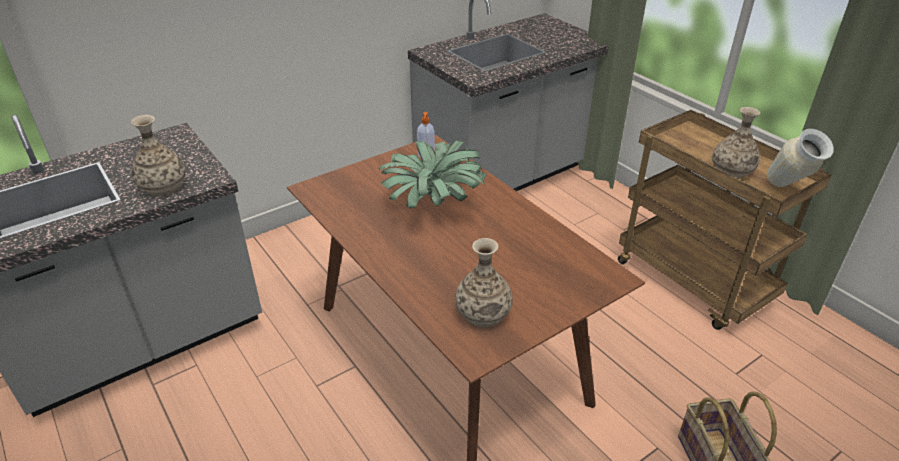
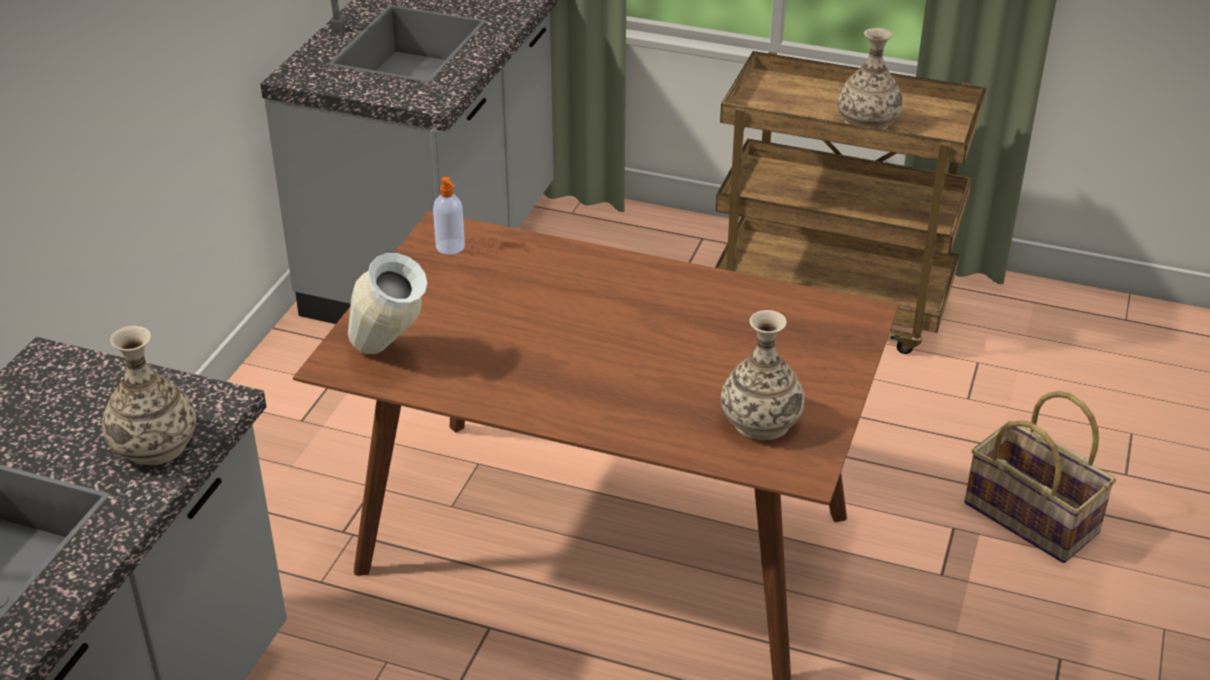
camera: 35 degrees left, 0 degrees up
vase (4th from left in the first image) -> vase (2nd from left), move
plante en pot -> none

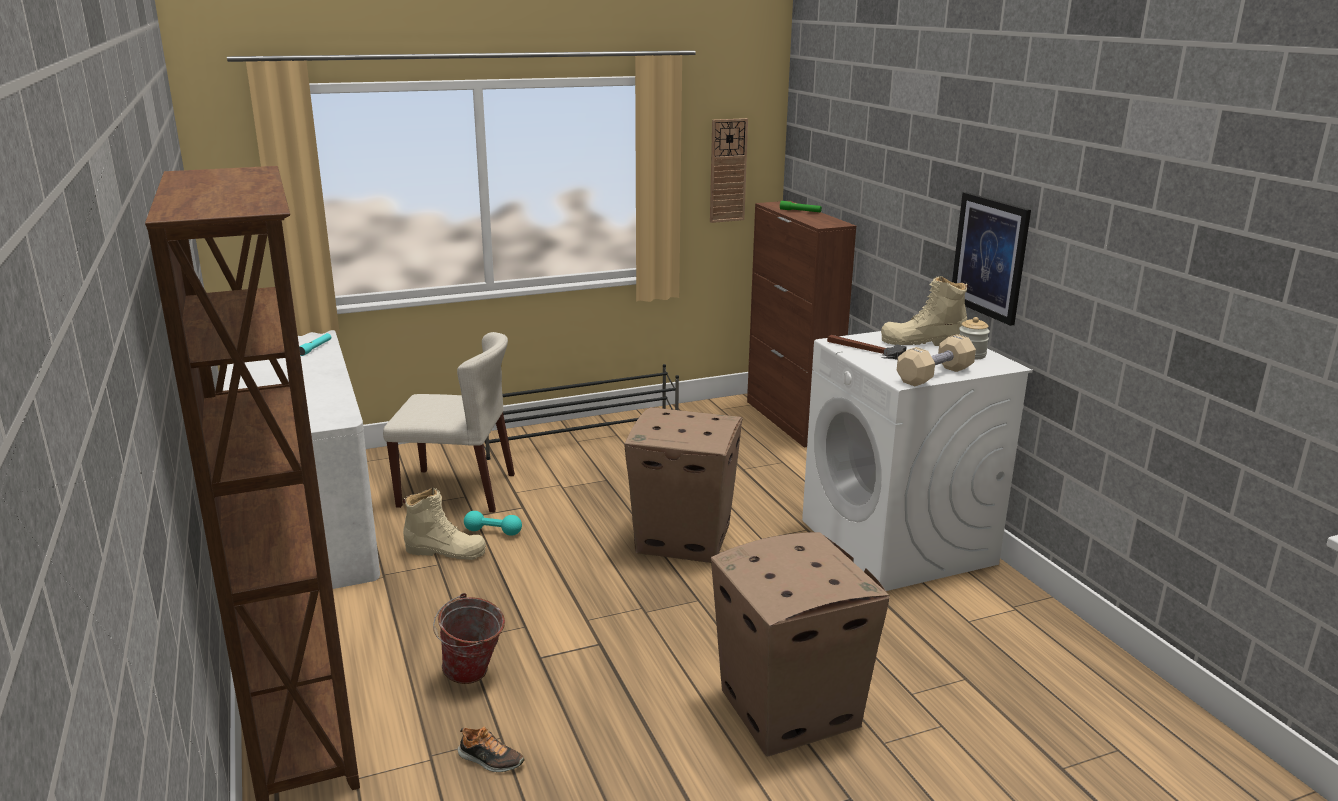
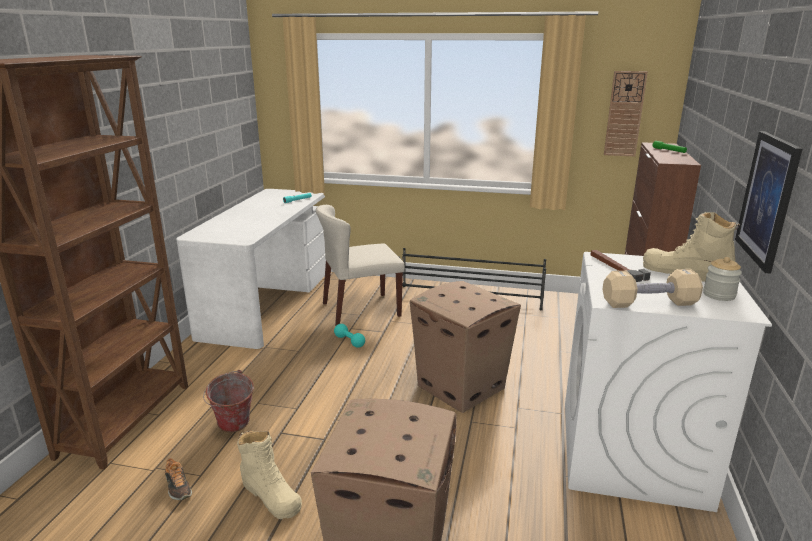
camera: 35 degrees right, 0 degrees up
botte/beige (1st from left), move
chaise/beige, 120 degrees clockwise

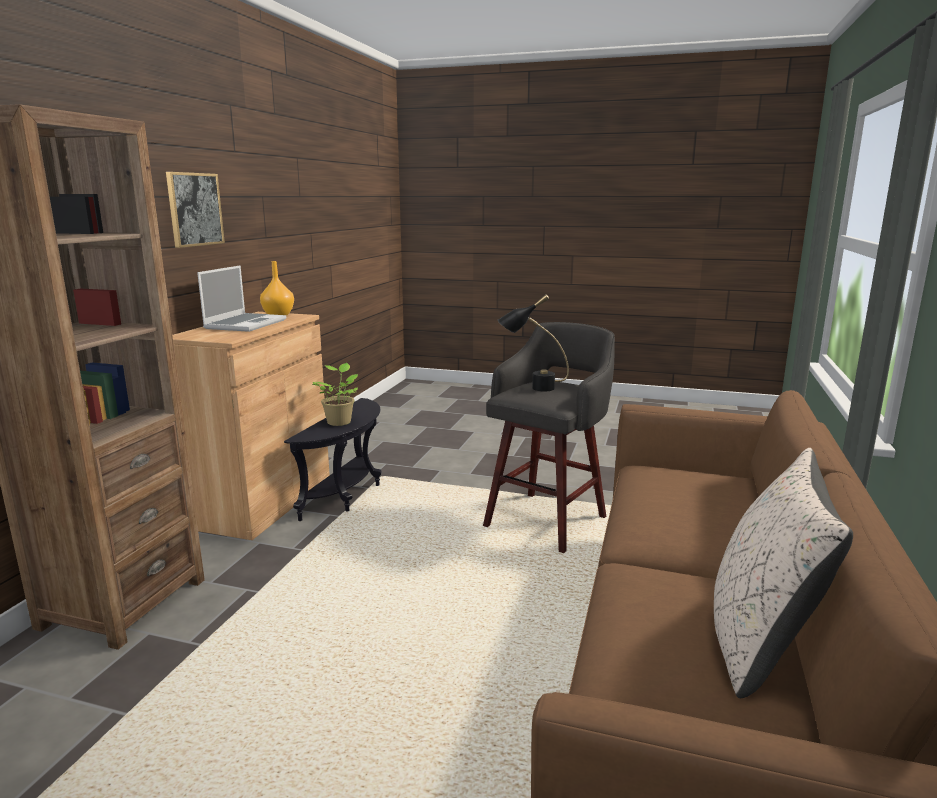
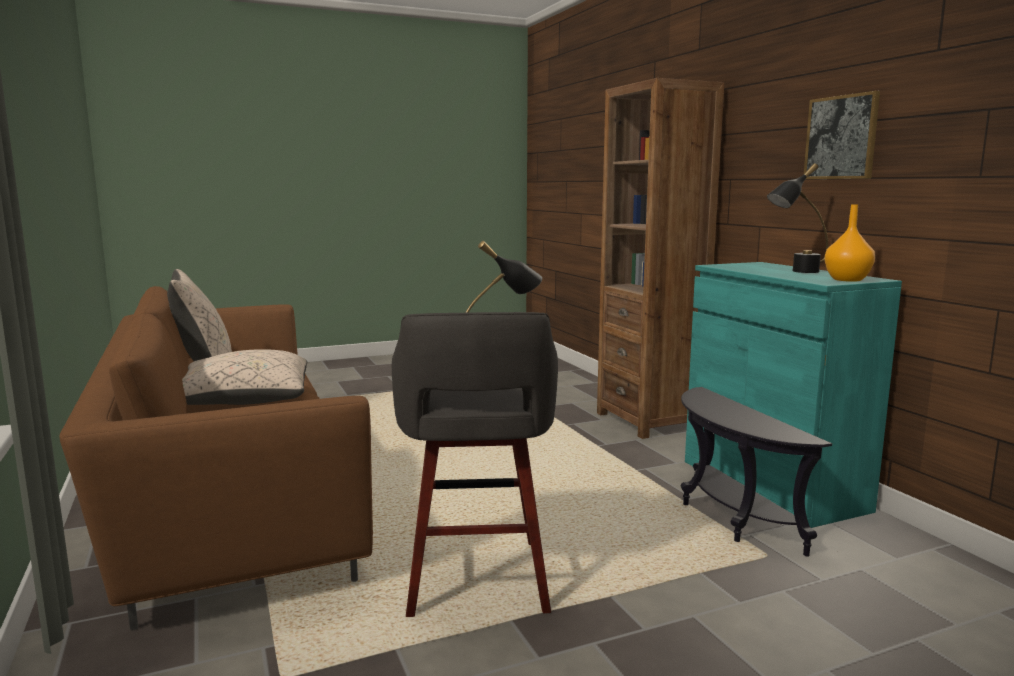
camera: 140 degrees right, 5 degrees down
none -> coussin/beige (2nd from left)
meuble de rangement/marron -> meuble de rangement/turquoise
ordinateur portable -> lampe de table/noir (2nd from left)
plante en pot -> none

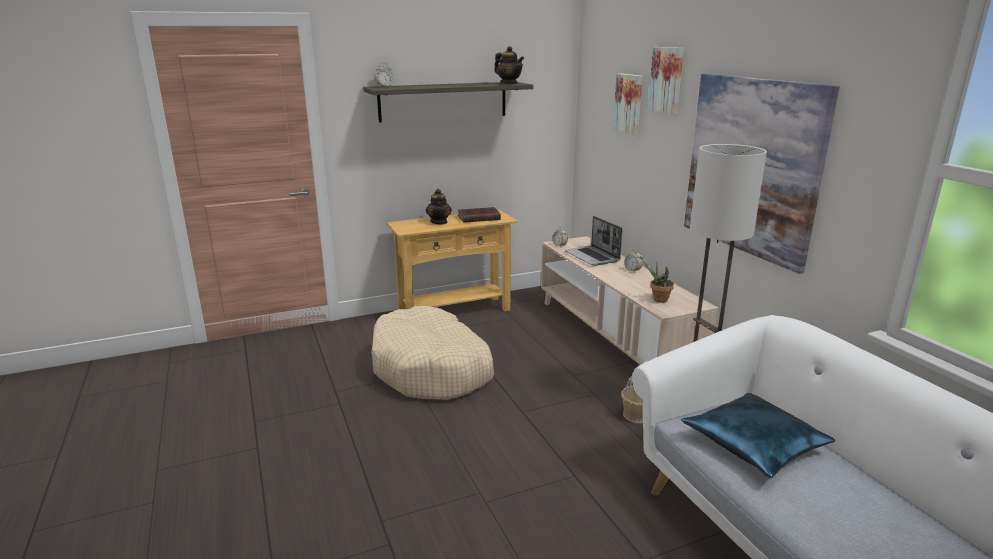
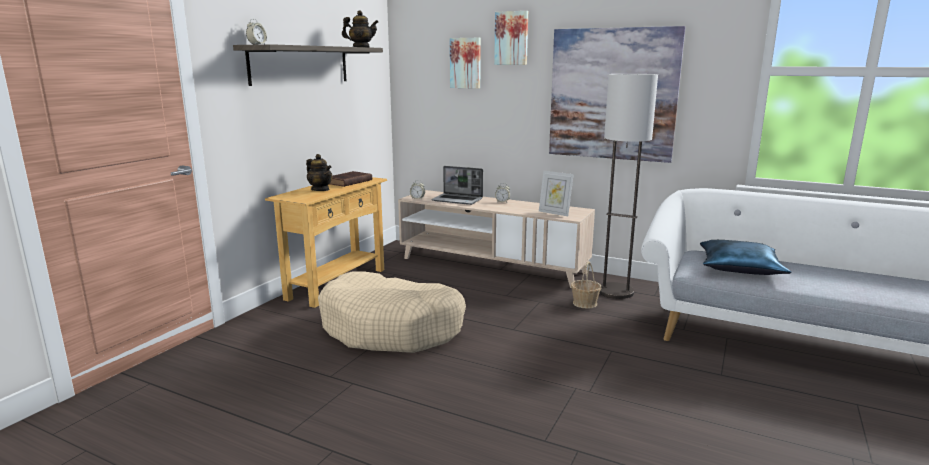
camera: 40 degrees left, 5 degrees down
plante en pot -> cadre photo

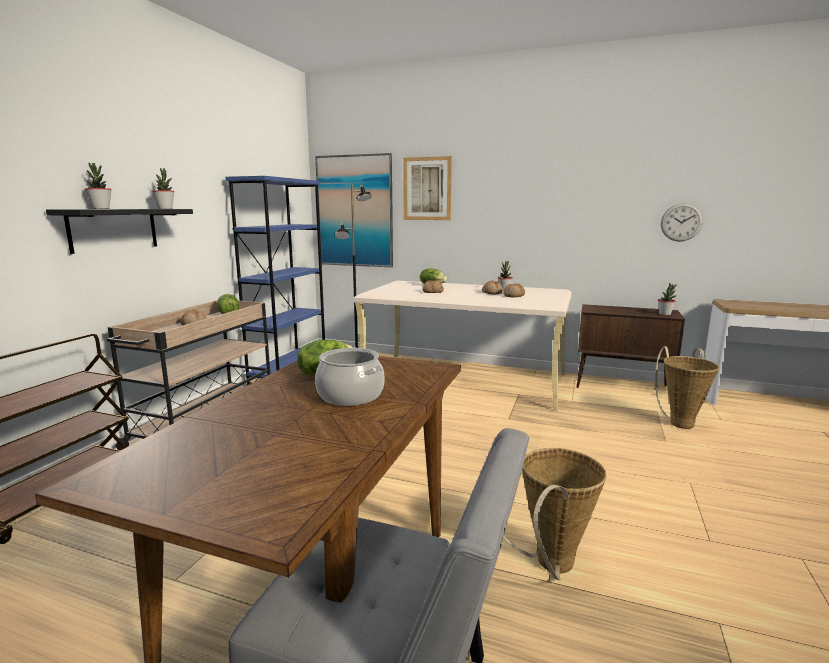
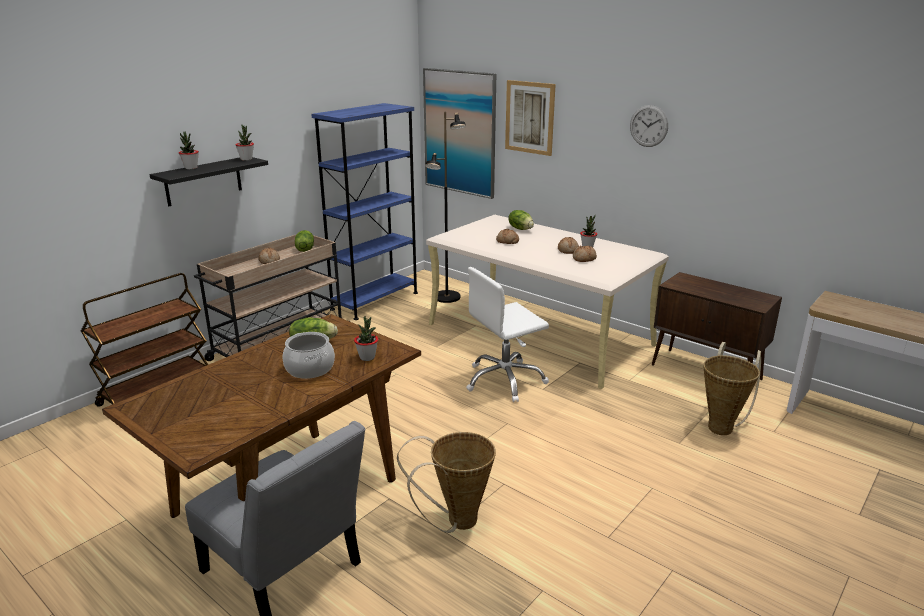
camera: 20 degrees right, 10 degrees up
plante en pot (4th from left in the first image) -> plante en pot (3rd from left), move
none -> chaise de bureau/blanc
horloge murale, move

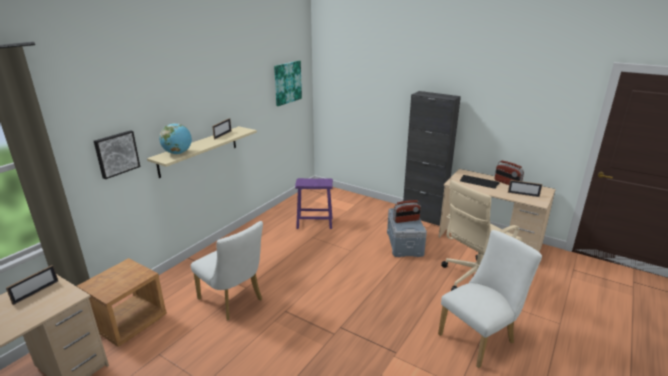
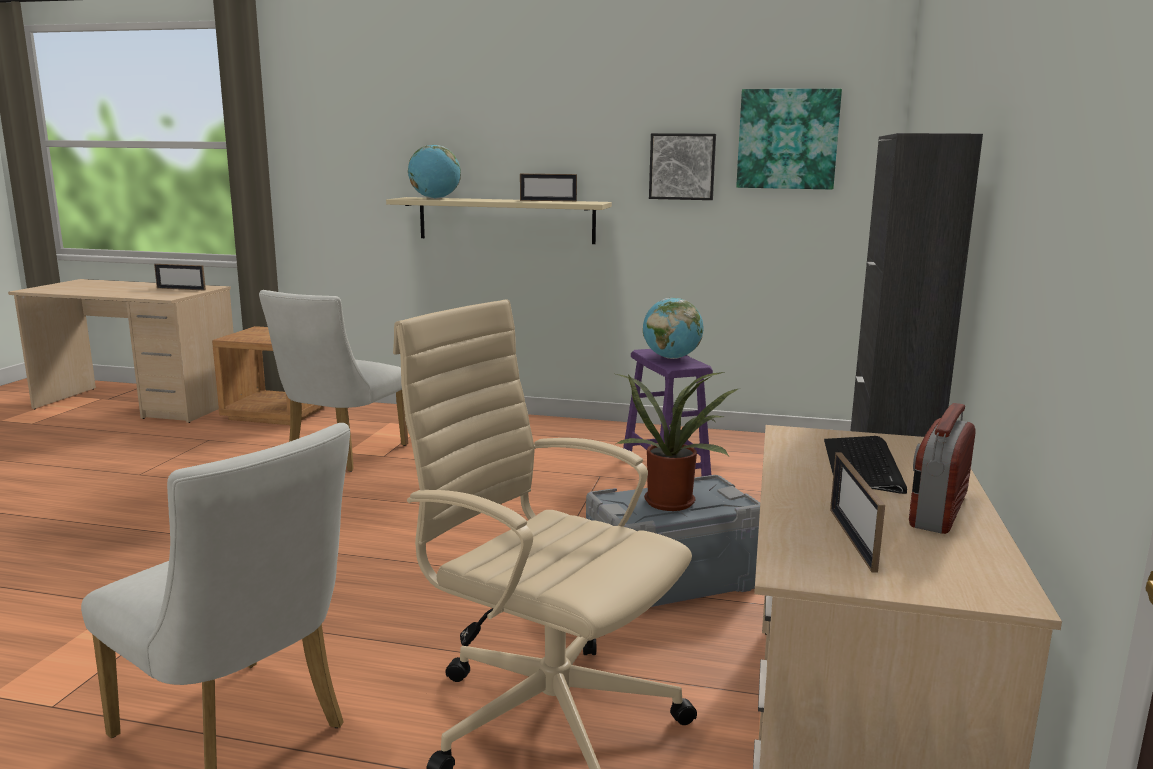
camera: 70 degrees right, 10 degrees down
radio (1st from left) -> plante en pot
none -> globe (2nd from left)
tableau (1st from left), move

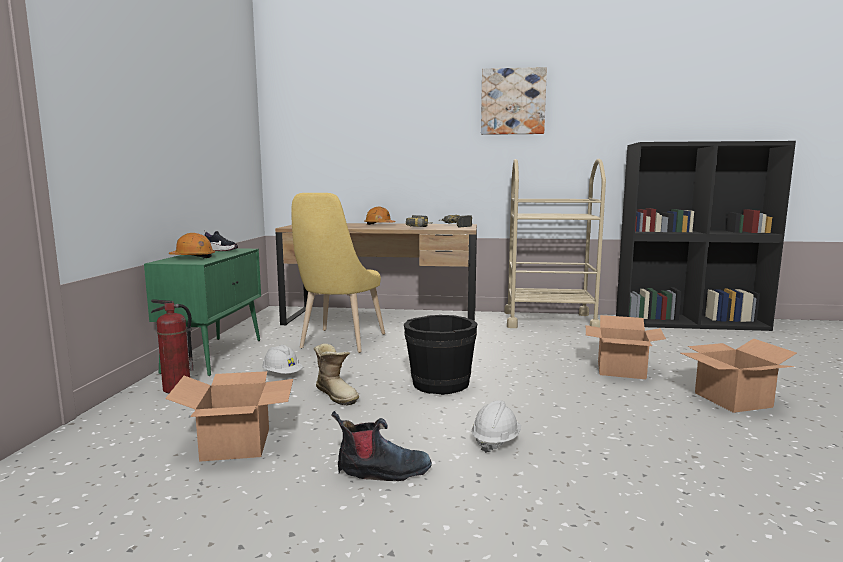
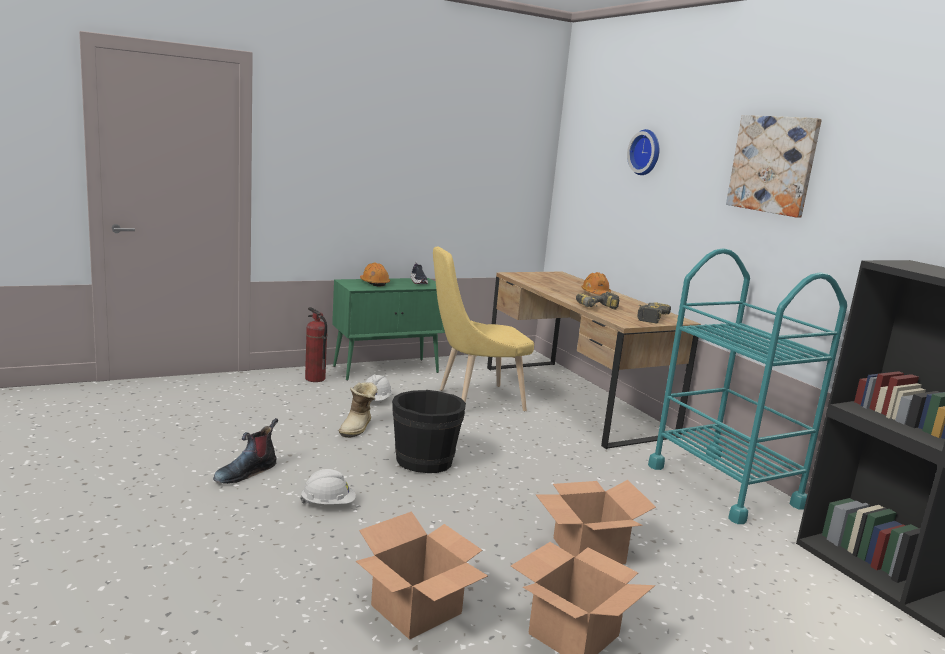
camera: 55 degrees right, 5 degrees up
botte (2nd from left in the first image) -> botte (1st from left), 75 degrees clockwise
carton (1st from left), move
none -> horloge murale
chariot/beige -> chariot/turquoise

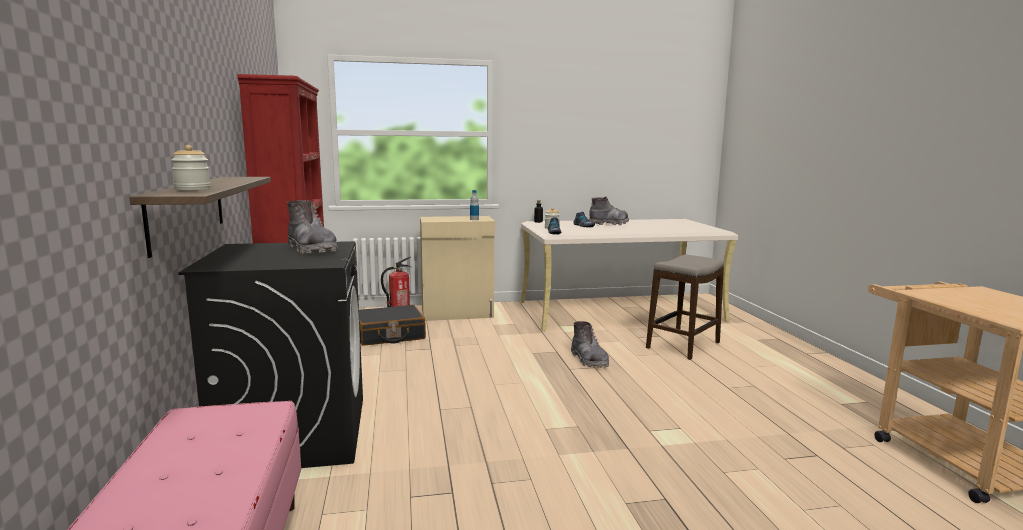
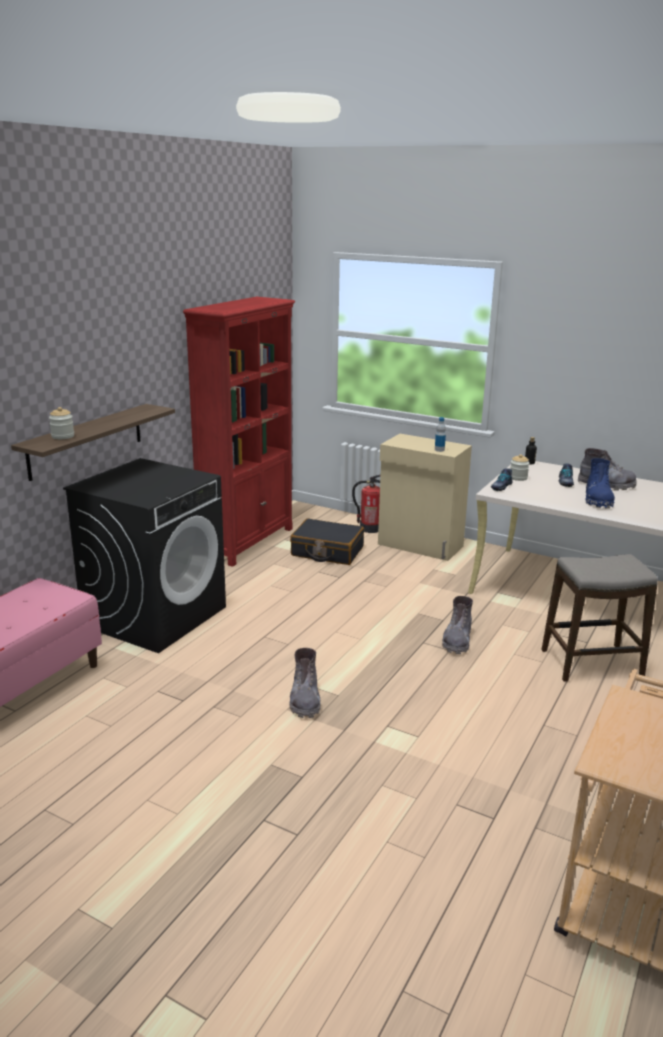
camera: 40 degrees right, 10 degrees up
botte/gris (1st from left), move
none -> botte/bleu

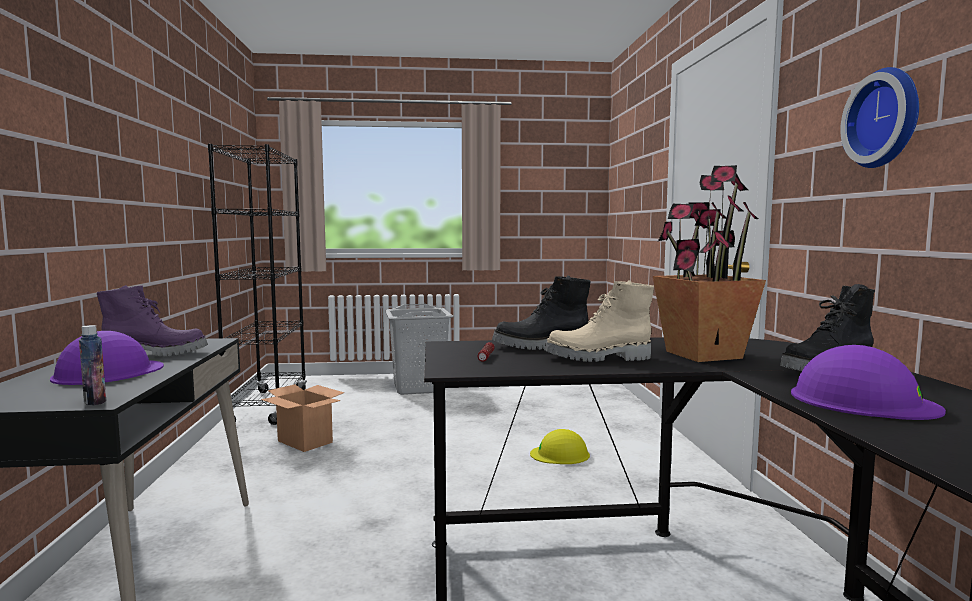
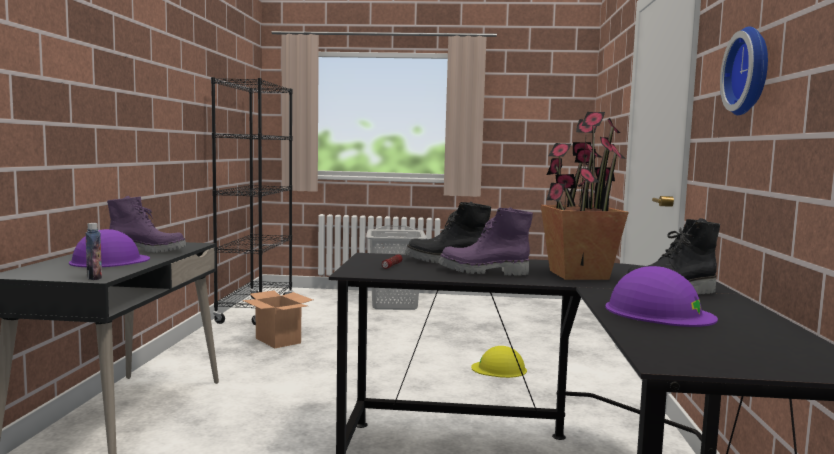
camera: 10 degrees right, 0 degrees up
botte/beige -> botte/violet (2nd from left)

